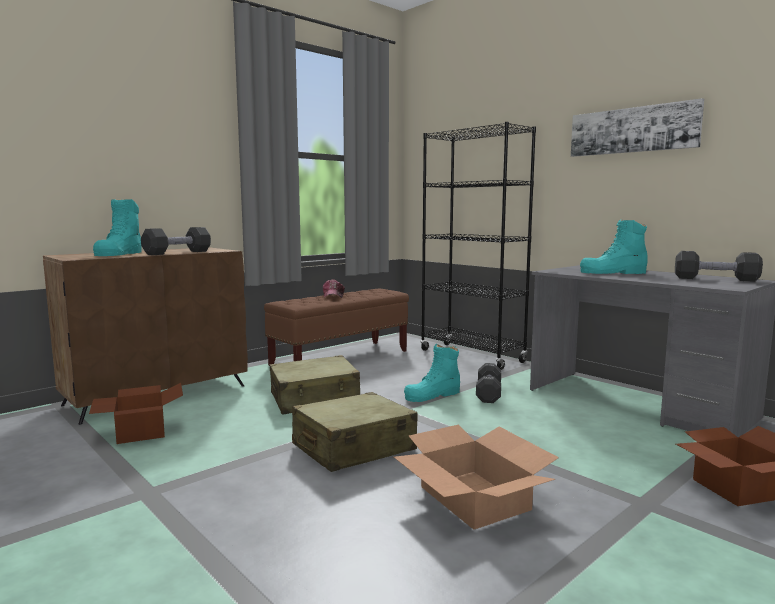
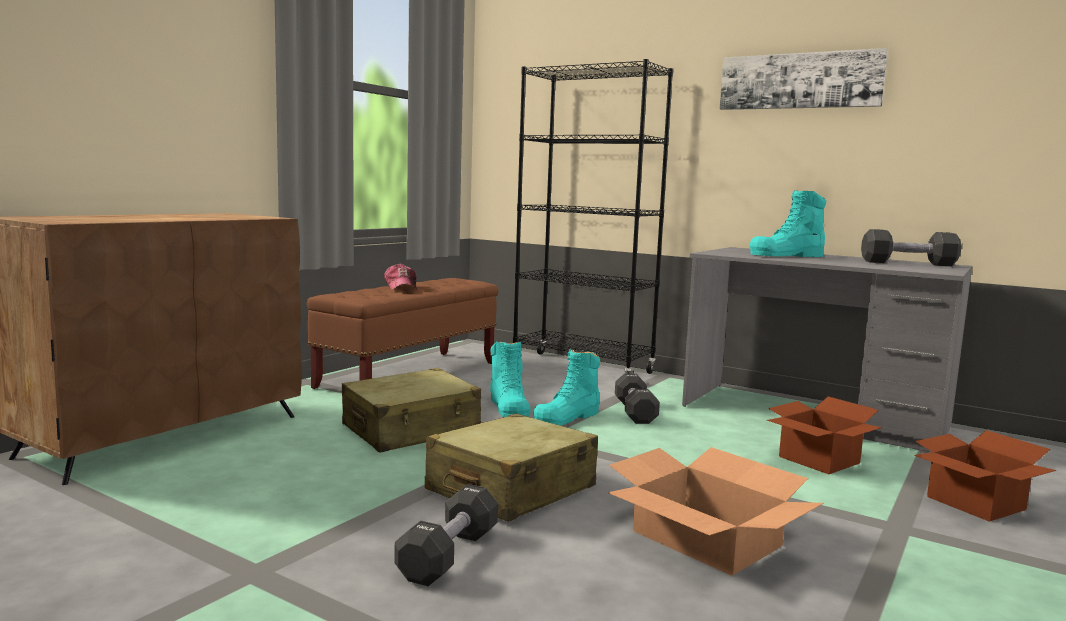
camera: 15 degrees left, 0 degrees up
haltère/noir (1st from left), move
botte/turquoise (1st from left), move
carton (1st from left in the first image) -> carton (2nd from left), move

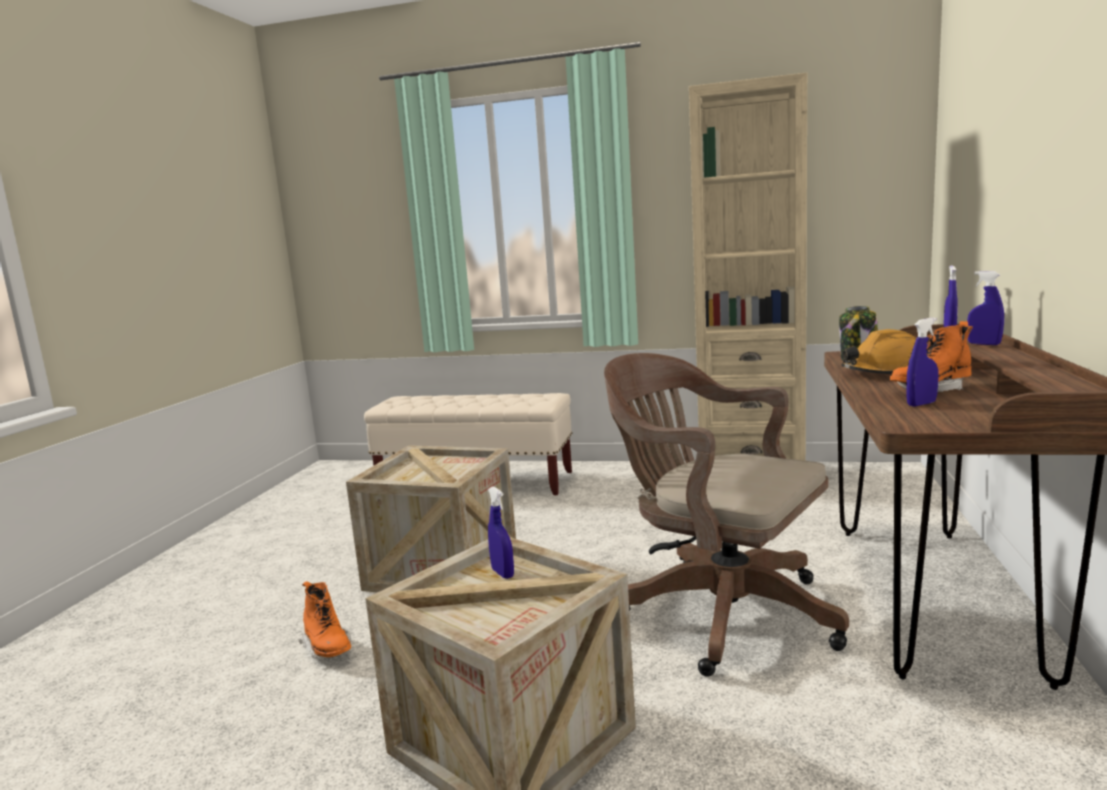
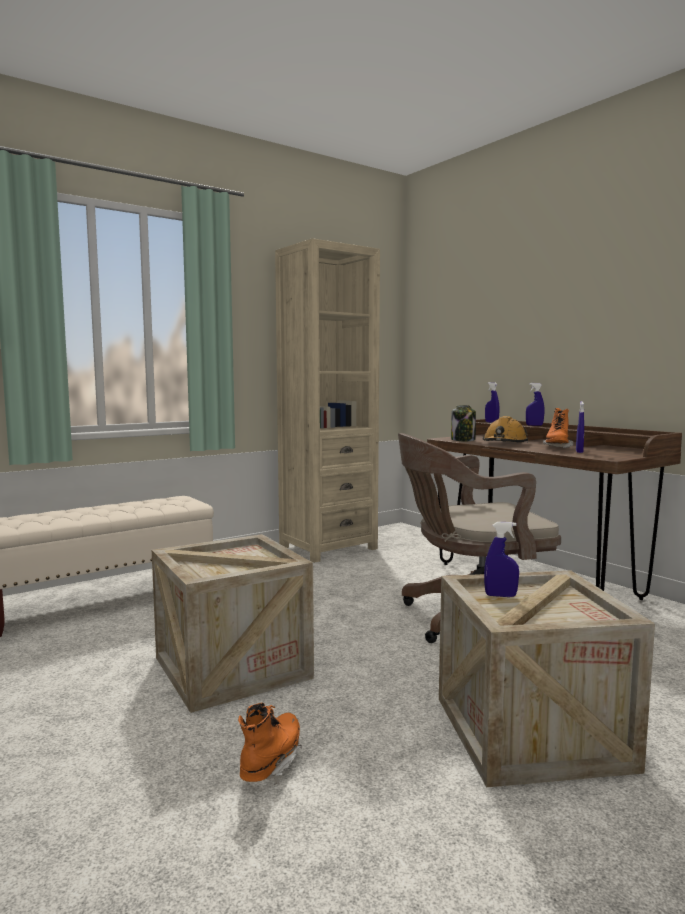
camera: 50 degrees left, 5 degrees down
botte/orange (1st from left), 75 degrees counterclockwise

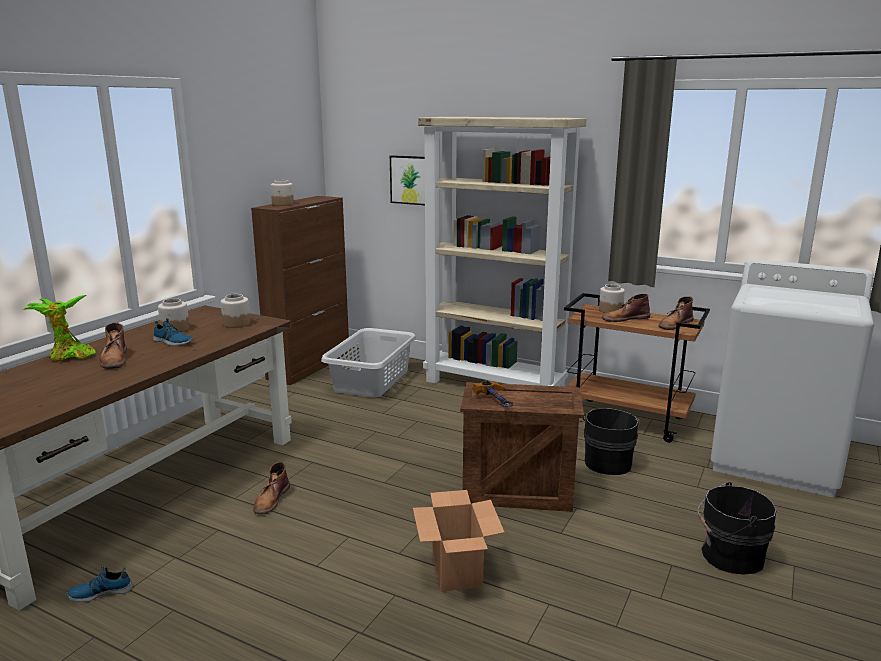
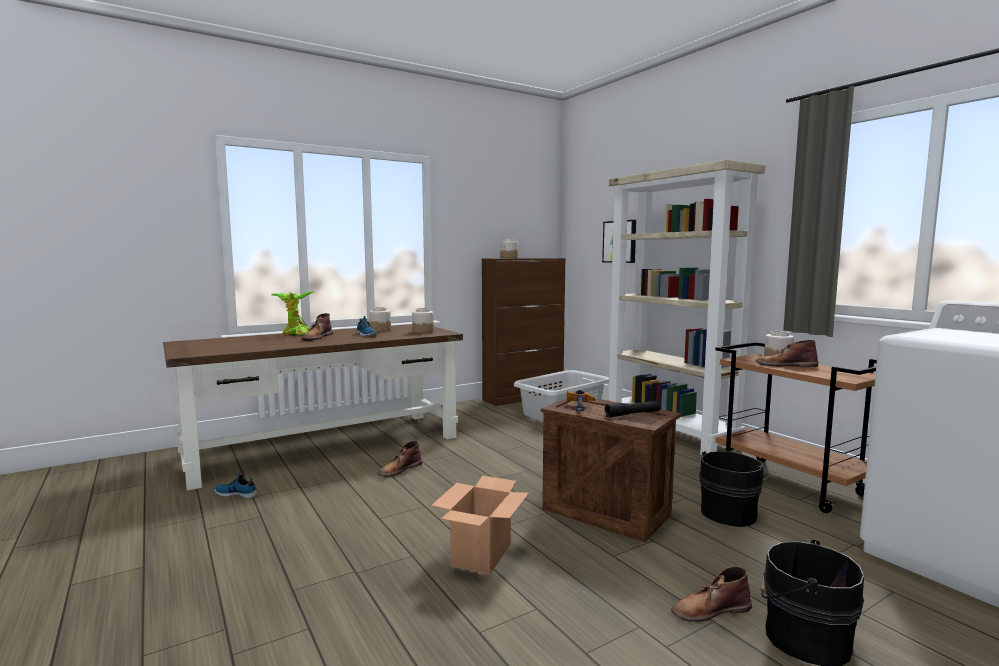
camera: 30 degrees right, 10 degrees down
none -> lampe de poche/noir
botte/marron (4th from left in the first image) -> botte/marron (3rd from left), move

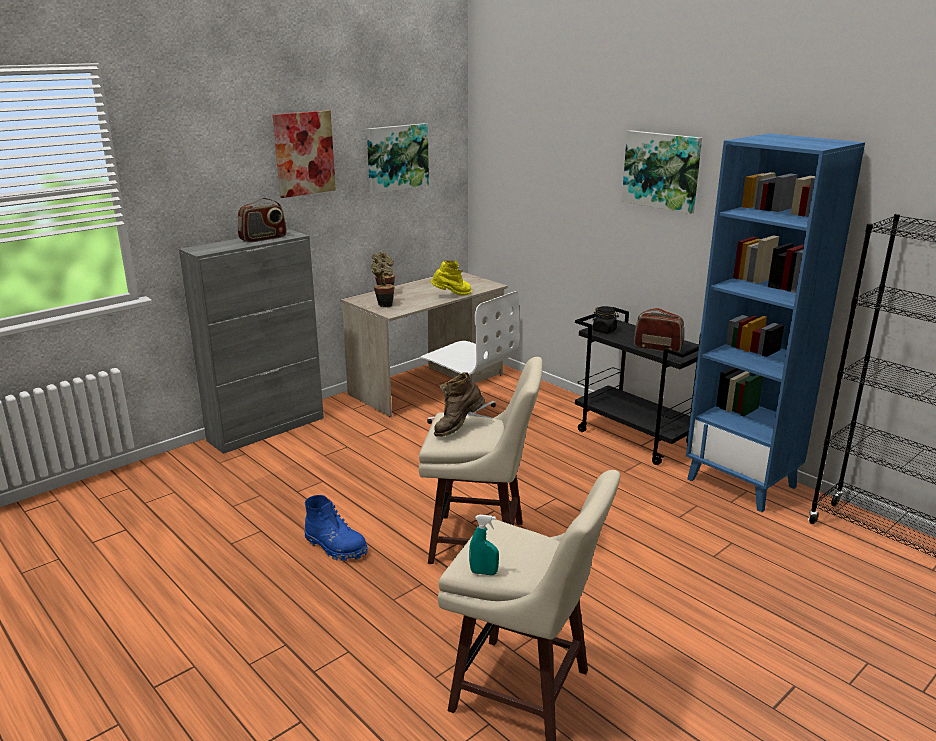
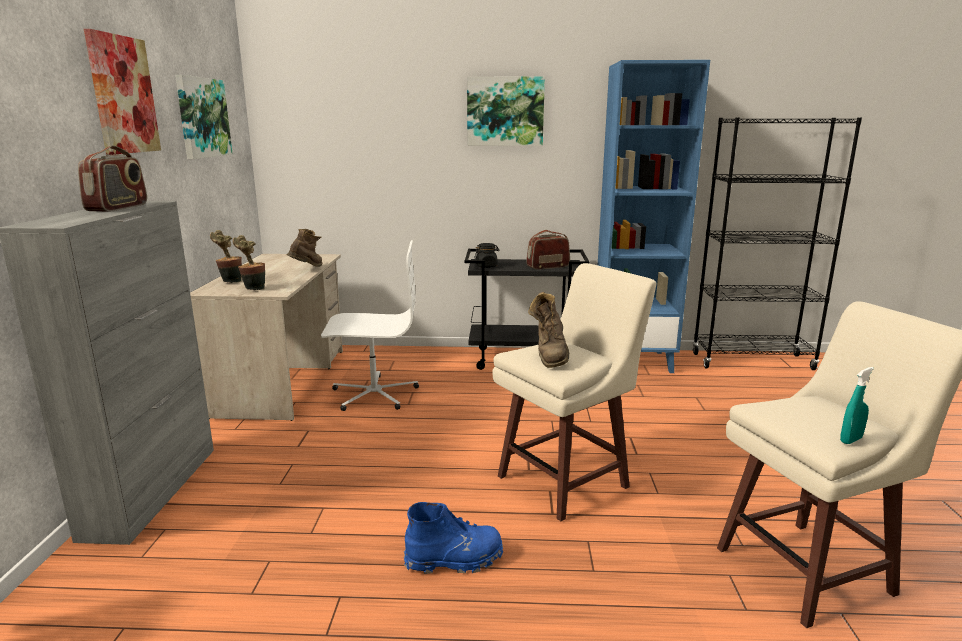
camera: 45 degrees left, 5 degrees down
botte/jaune -> botte/marron (1st from left)

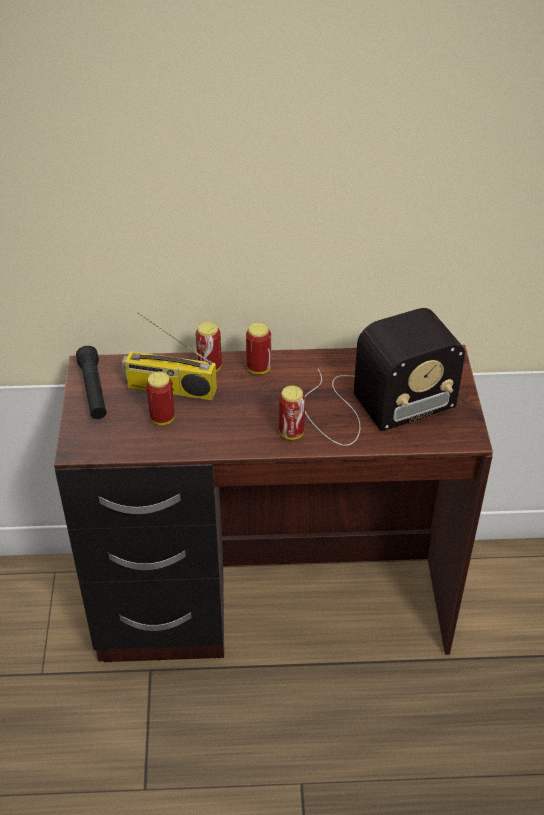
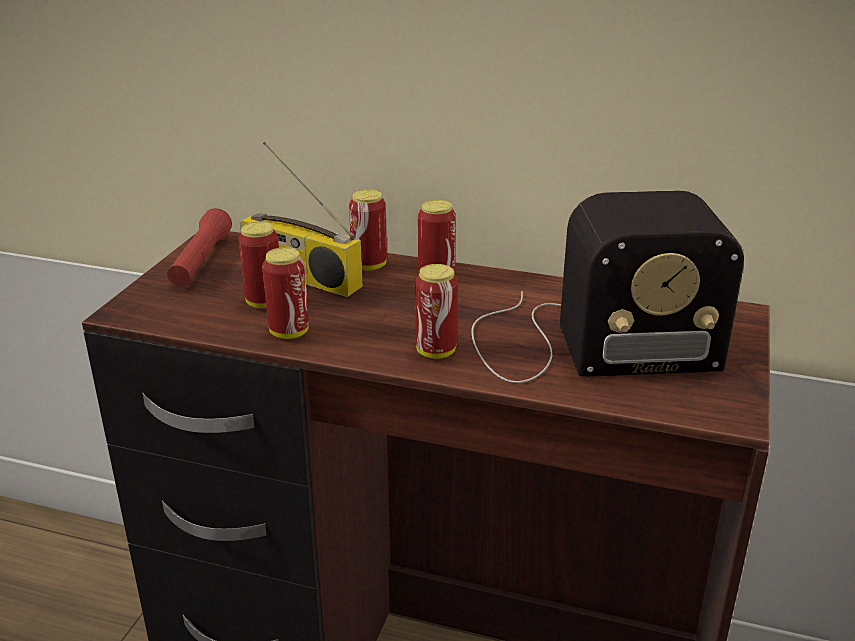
camera: 20 degrees right, 15 degrees down
lampe de poche/noir -> lampe de poche/rouge
none -> boîte métallique (2nd from left)

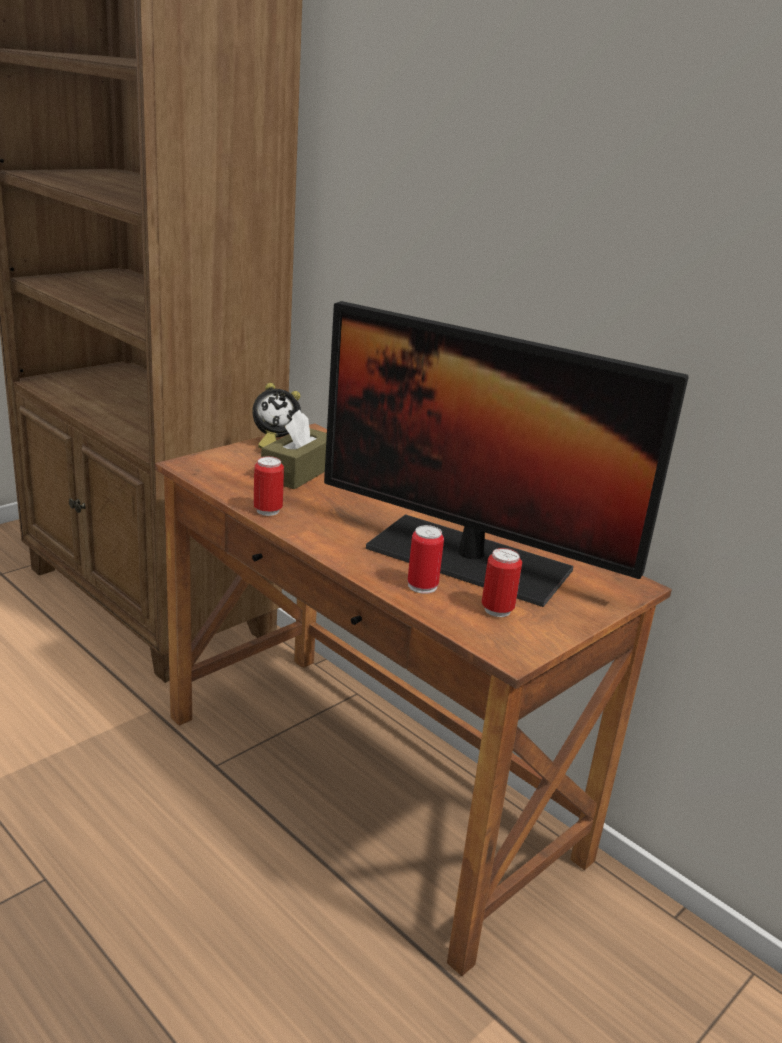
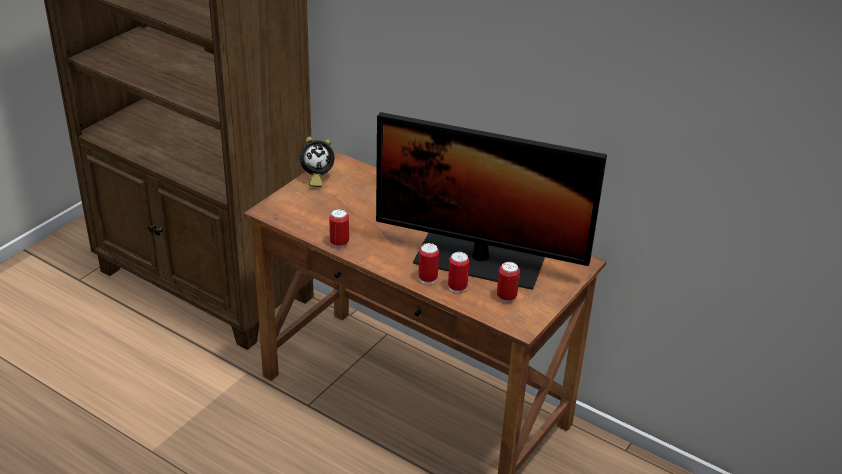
camera: 10 degrees left, 10 degrees up
none -> boîte métallique (2nd from left)
boîte à mouchoirs/marron -> none

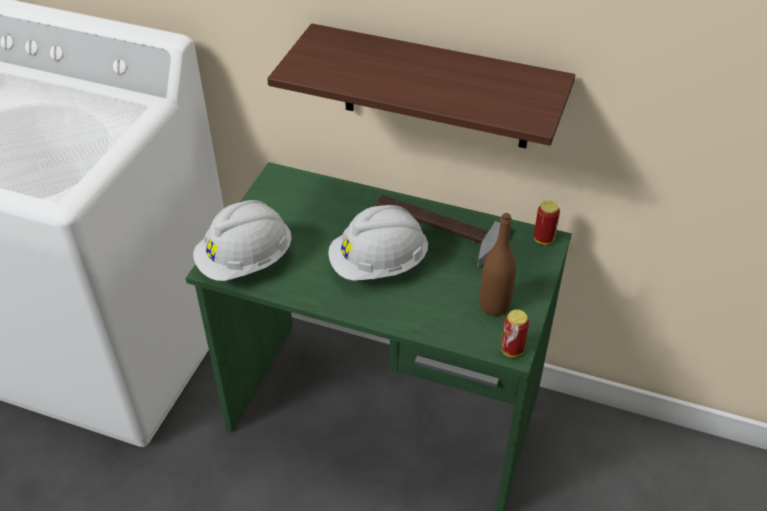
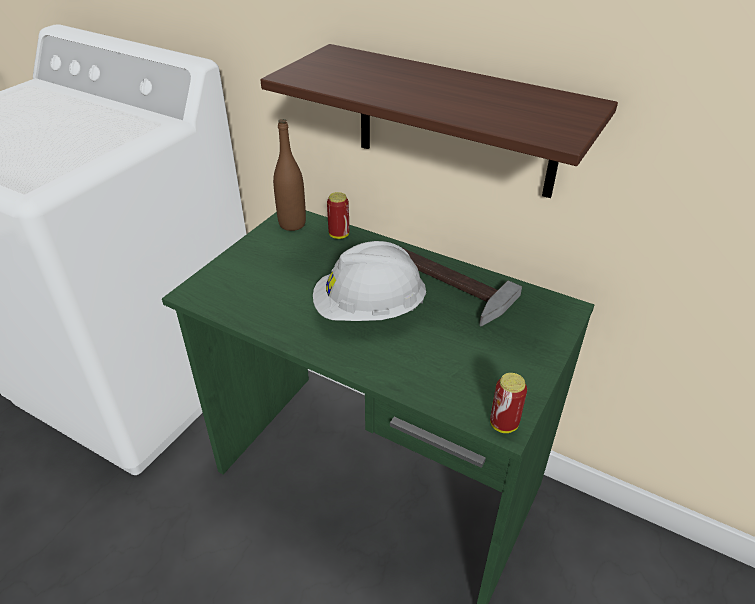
camera: 10 degrees right, 5 degrees down
bouteille/marron, move
boîte métallique (2nd from left in the first image) -> boîte métallique (1st from left), move
casque de chantier/blanc (1st from left) -> none

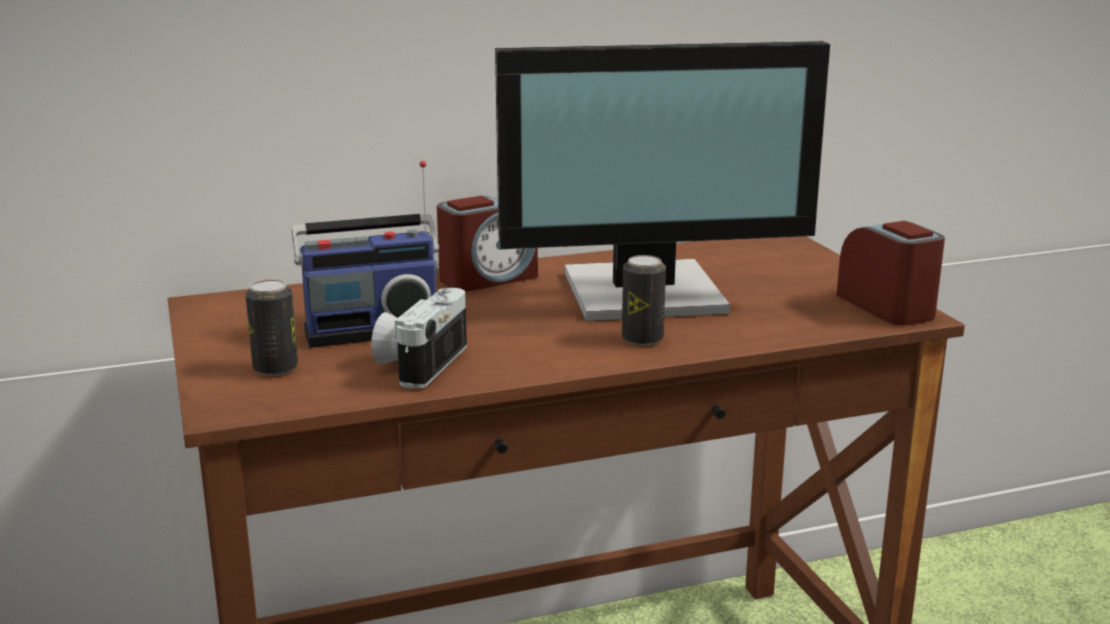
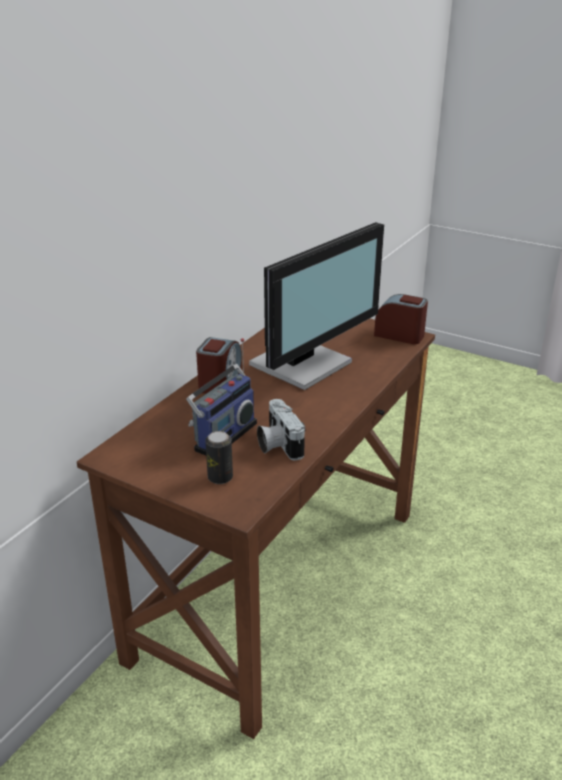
camera: 40 degrees left, 10 degrees up
boîte métallique (2nd from left) -> none

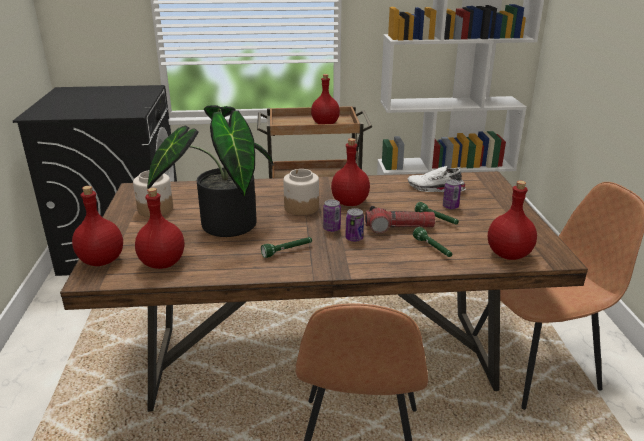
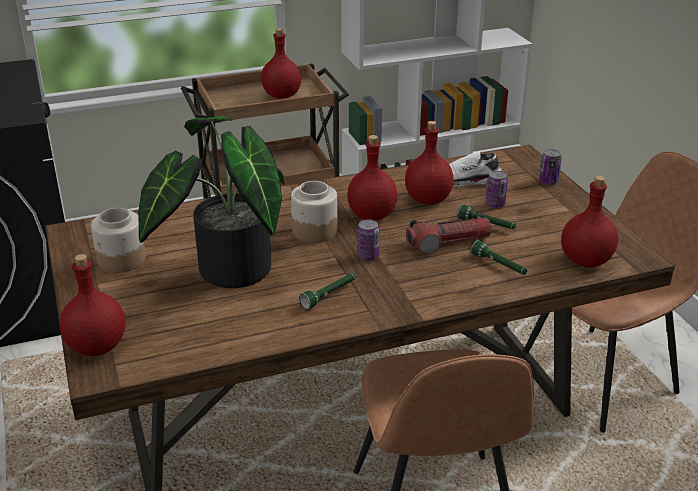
camera: 15 degrees left, 5 degrees up
bouteille/rouge (2nd from left in the first image) -> bouteille/rouge (4th from left), move
boîte métallique (2nd from left in the first image) -> boîte métallique (3rd from left), move

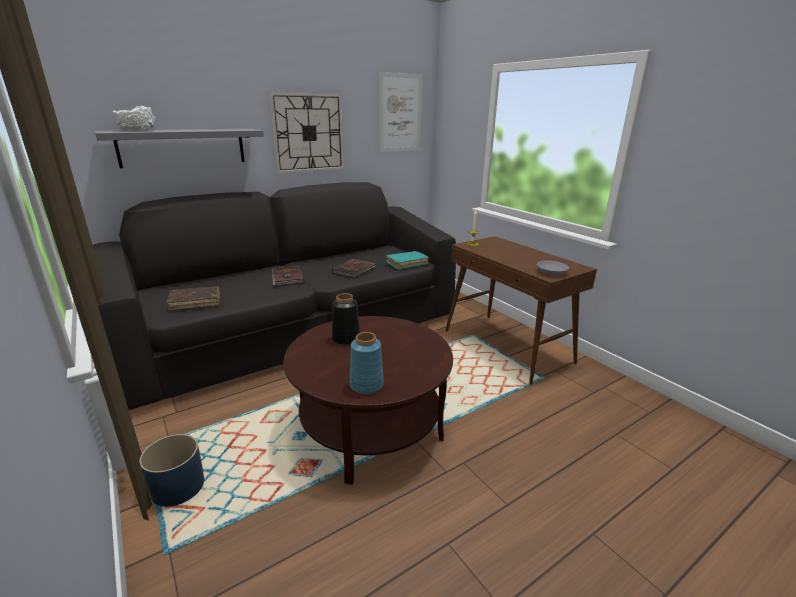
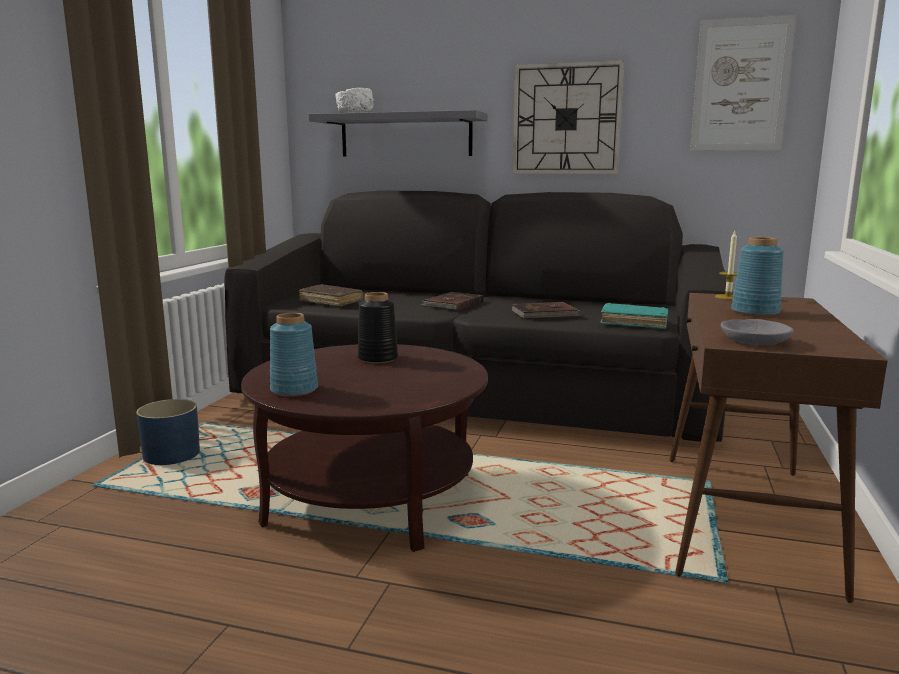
camera: 50 degrees right, 10 degrees down
none -> vase/bleu (2nd from left)

